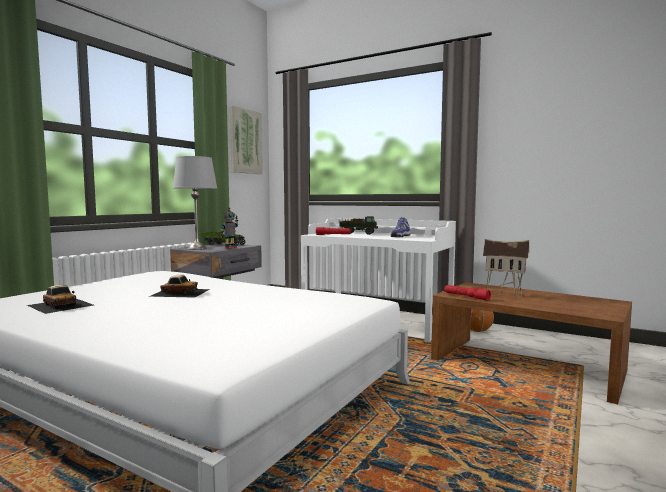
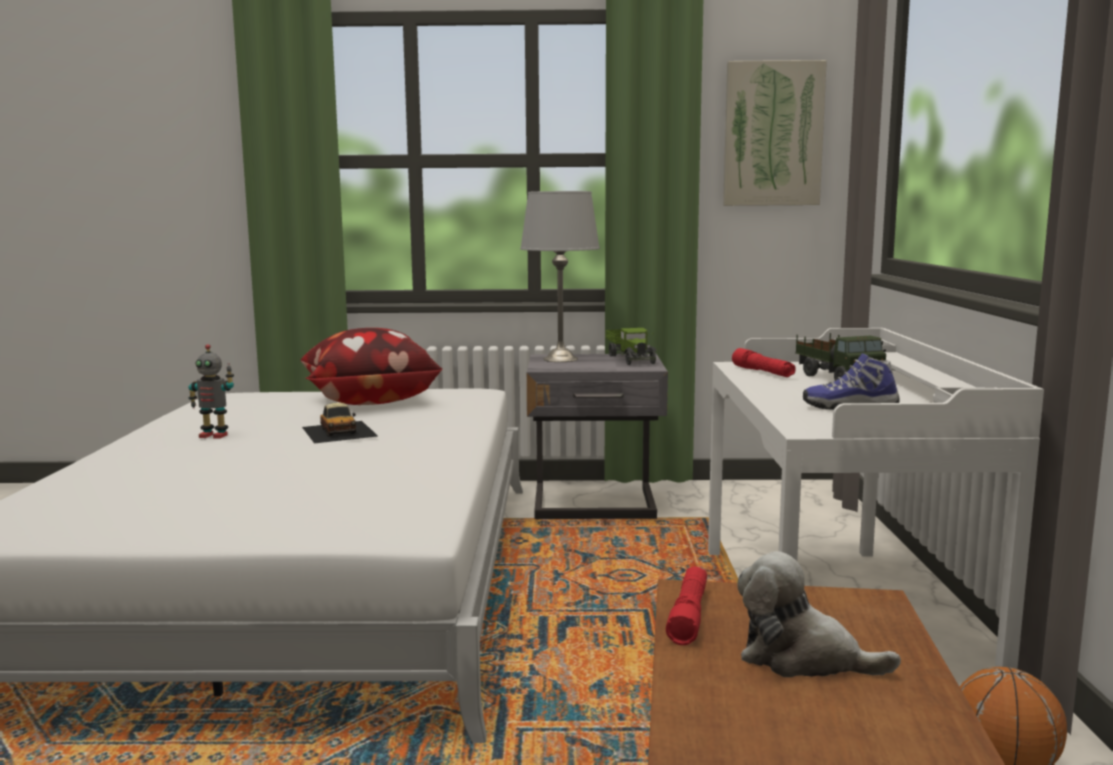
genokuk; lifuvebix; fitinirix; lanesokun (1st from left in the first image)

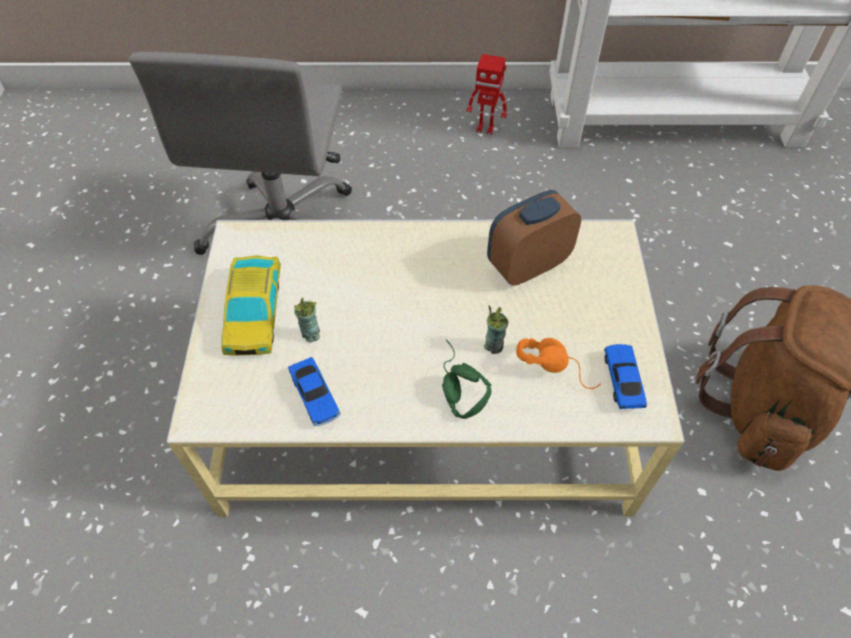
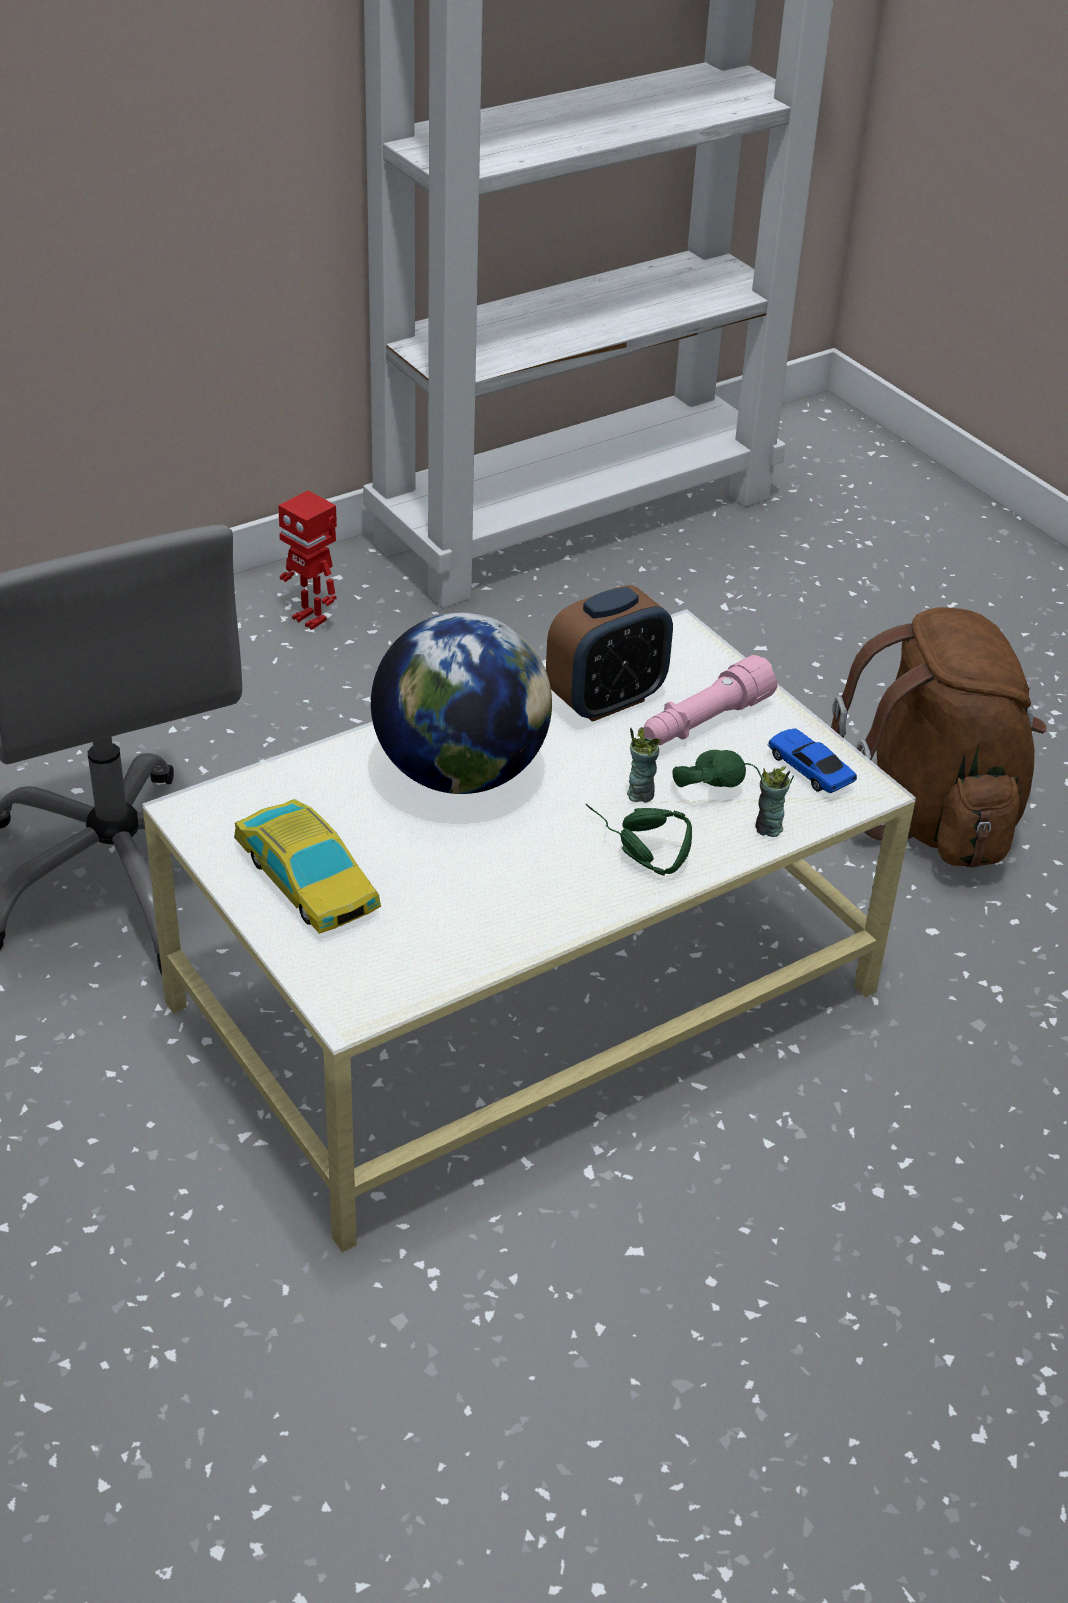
genokuk; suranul; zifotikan; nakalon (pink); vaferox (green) (2nd from left); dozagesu (2nd from left); lanesokun (2nd from left in the first image)

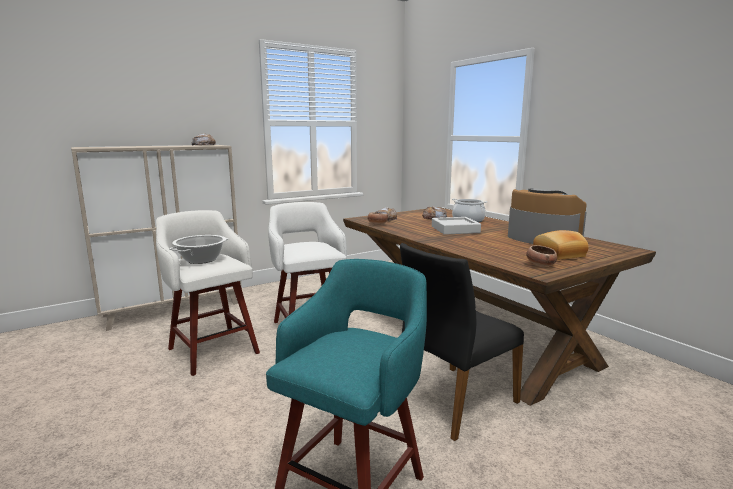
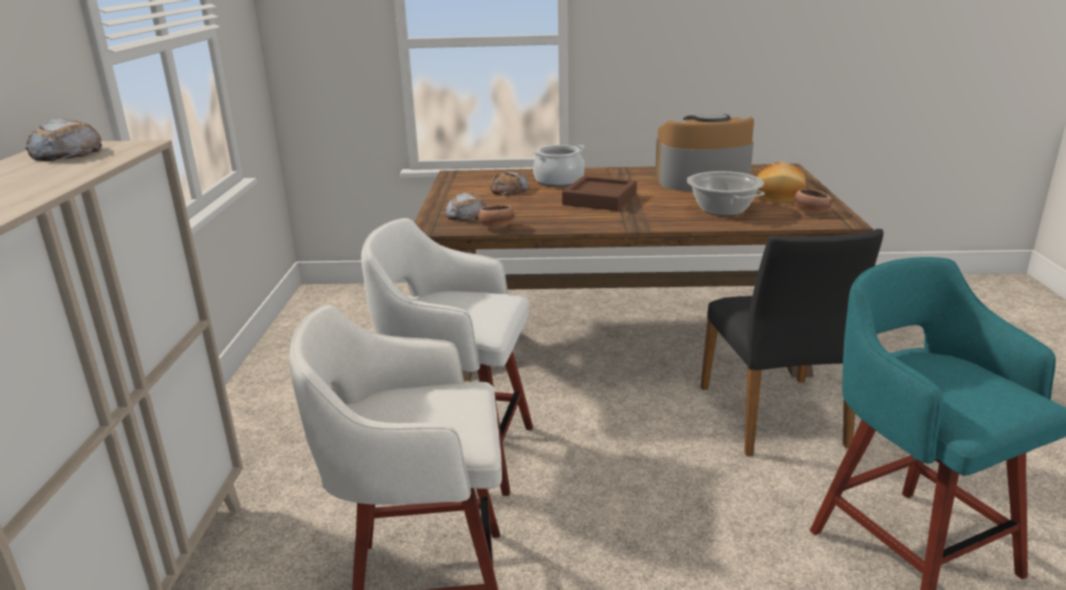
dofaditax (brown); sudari (2nd from left)

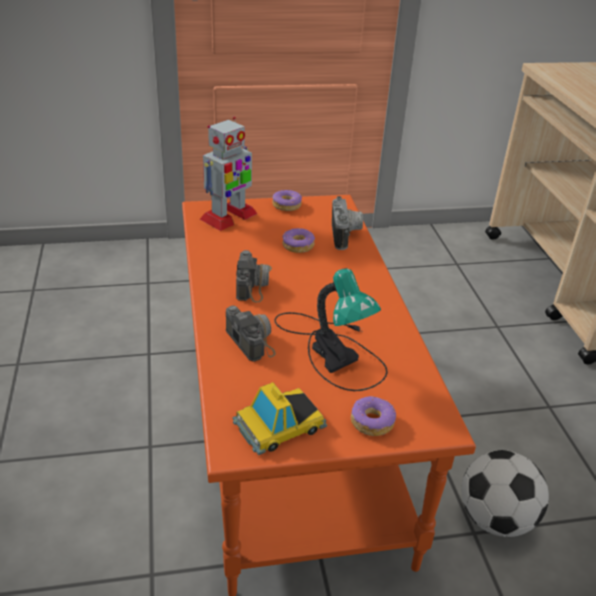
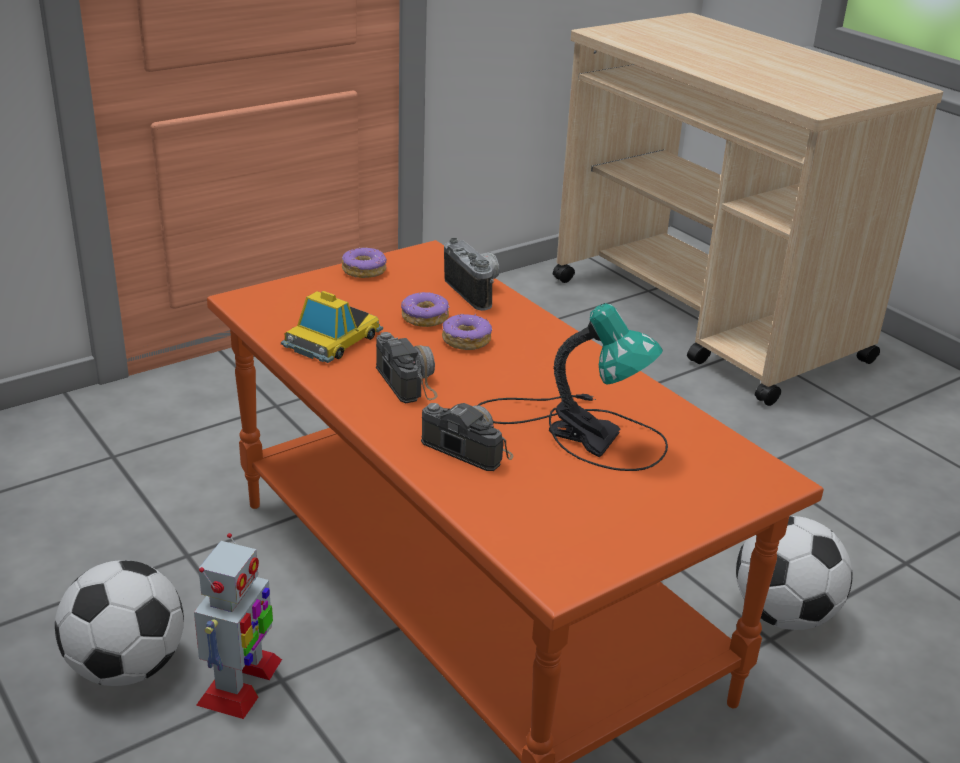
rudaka (1st from left); genokuk; lanesokun; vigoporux (3rd from left)

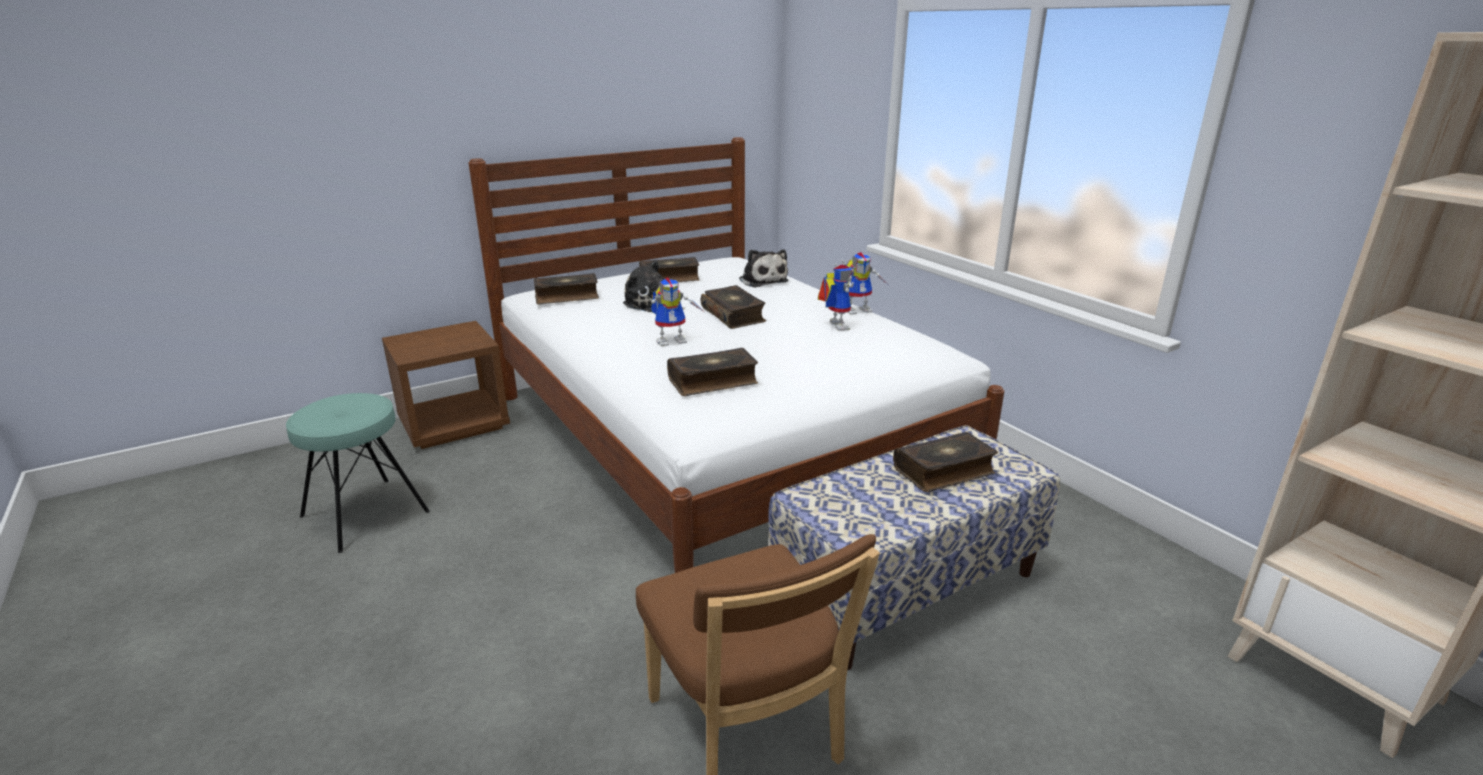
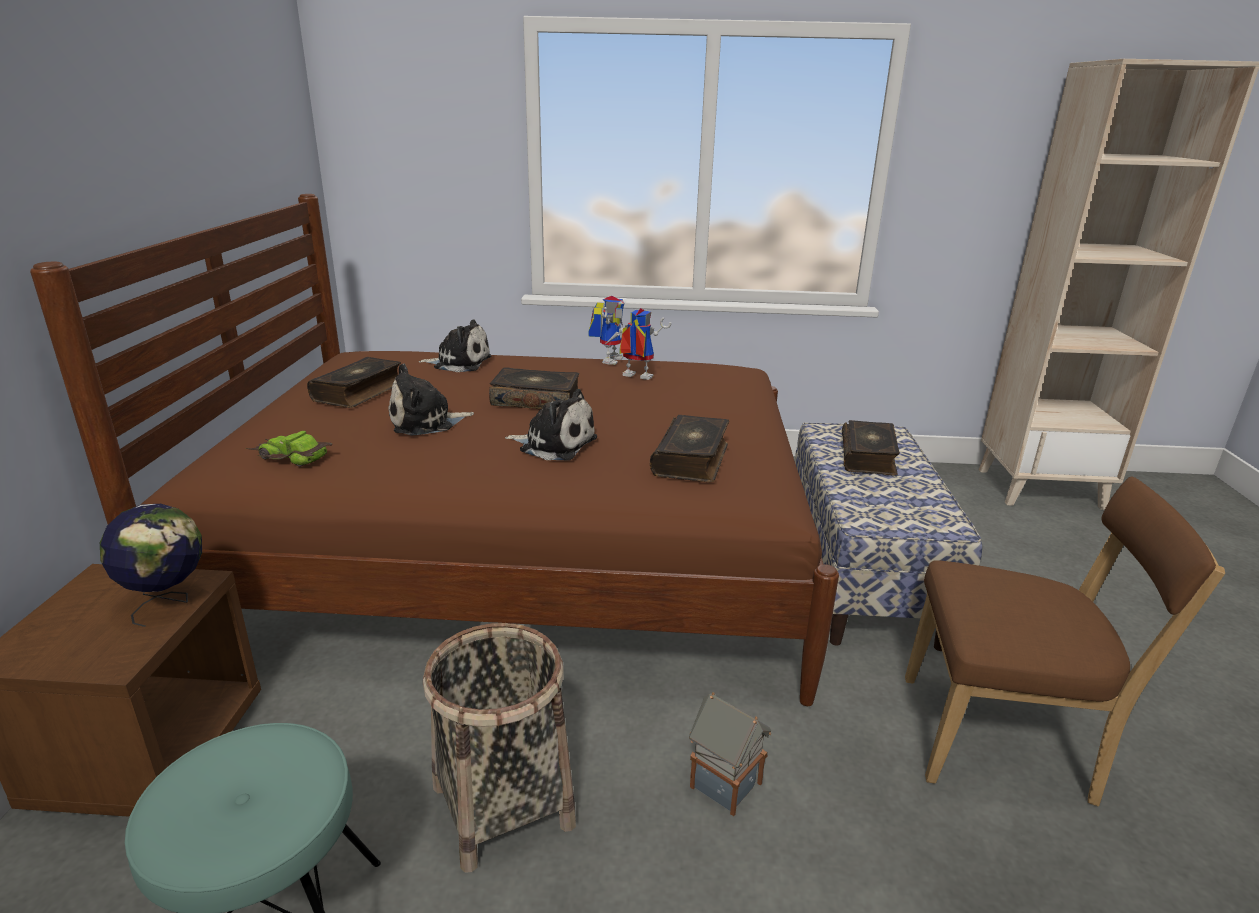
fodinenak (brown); suranul; lanesokun; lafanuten; fitinirix (3rd from left); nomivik

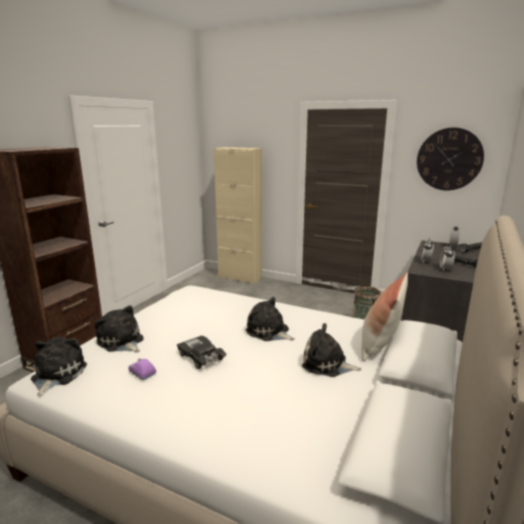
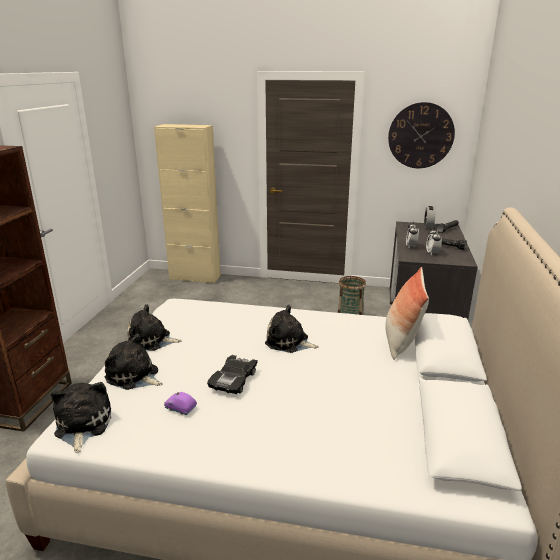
fitinirix (3rd from left); lanesokun (black)

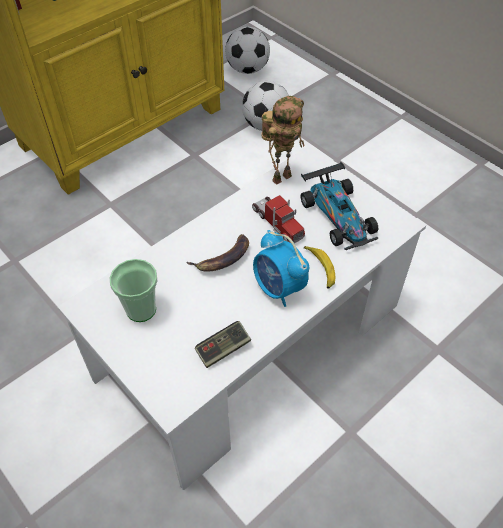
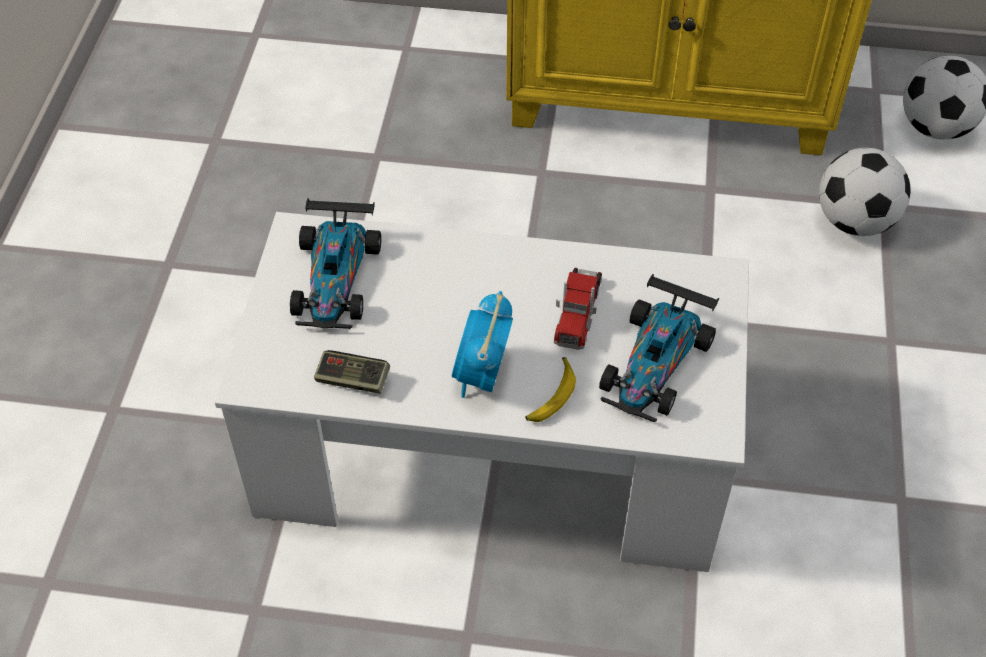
lanesokun (1st from left); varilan (1st from left in the first image); genokuk

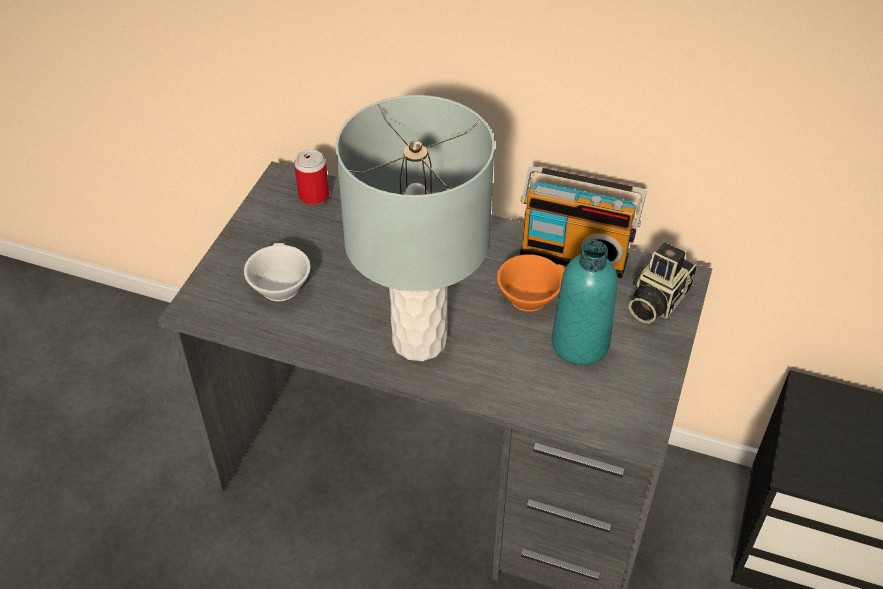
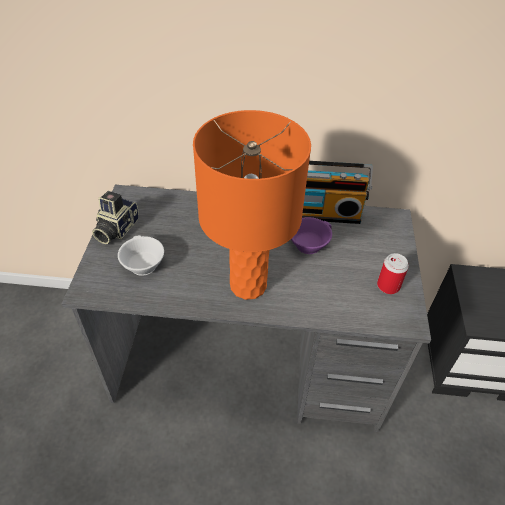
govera; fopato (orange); dozagesu (purple); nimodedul; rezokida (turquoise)

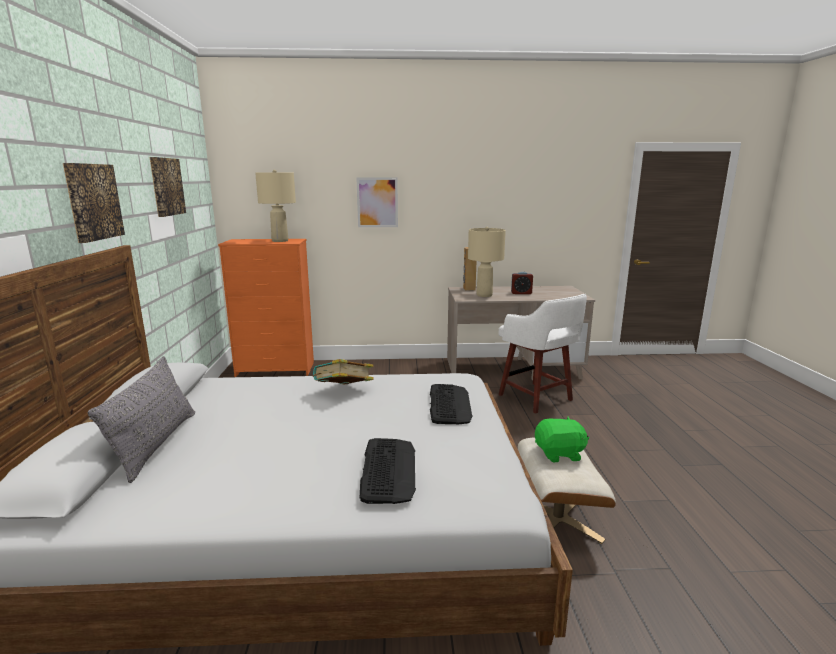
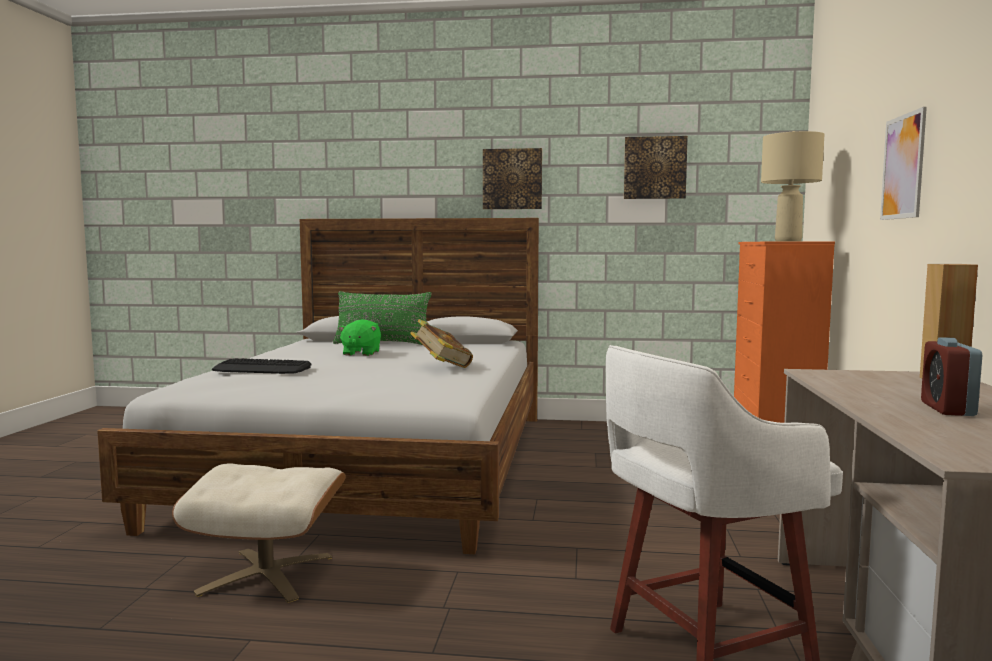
lifuvebix (green); fitinirix (green); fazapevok (2nd from left in the first image); fopato (beige) (2nd from left in the first image)

